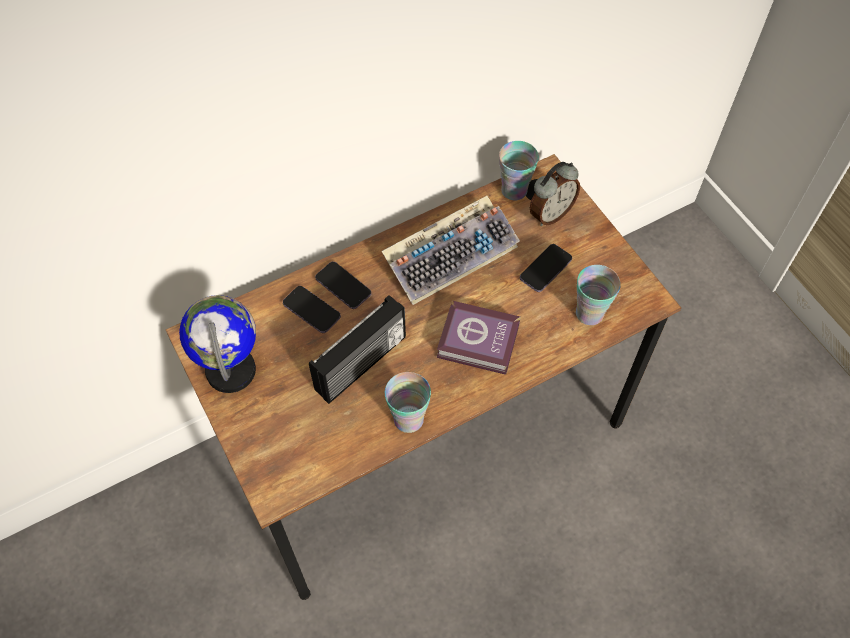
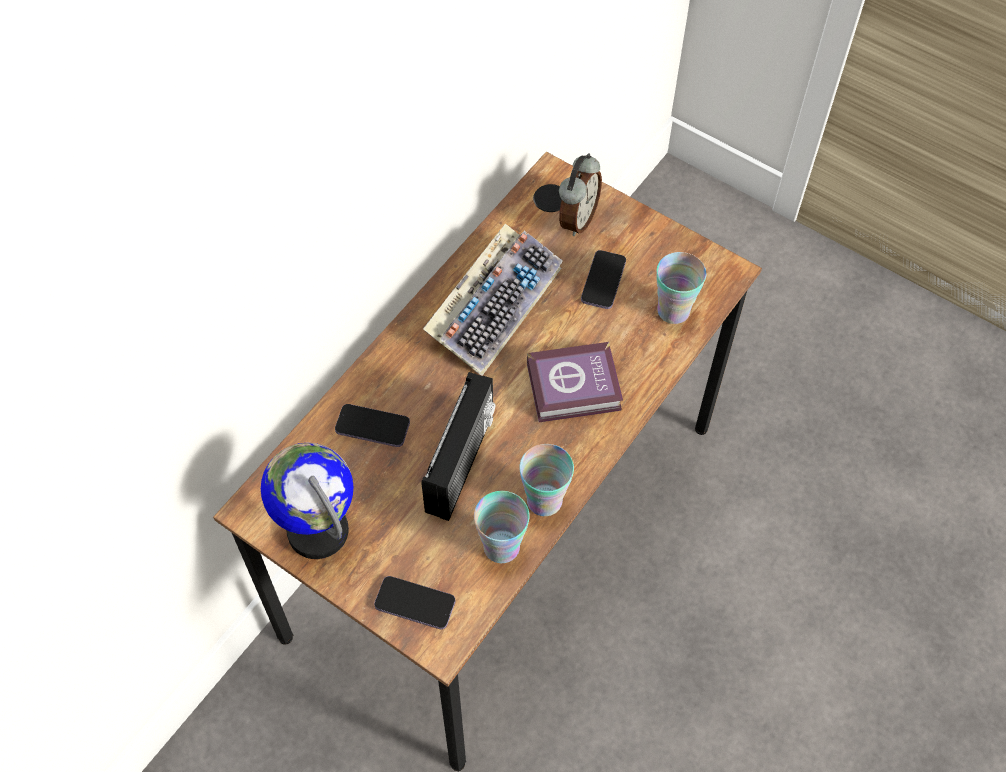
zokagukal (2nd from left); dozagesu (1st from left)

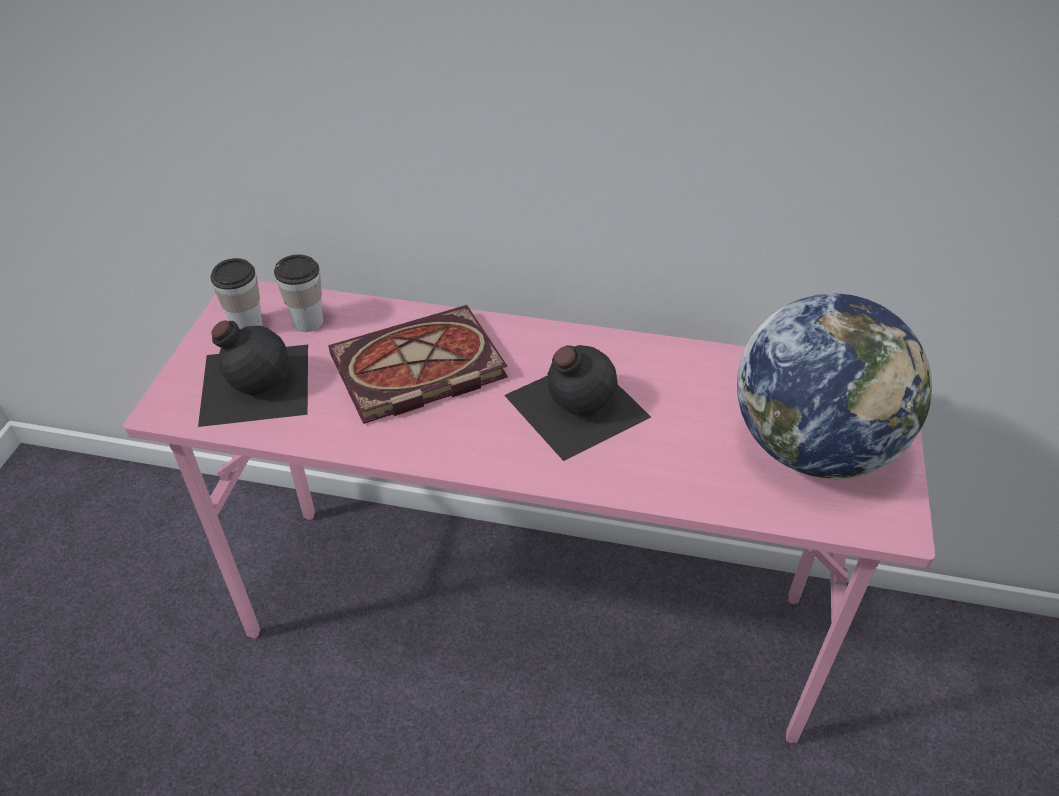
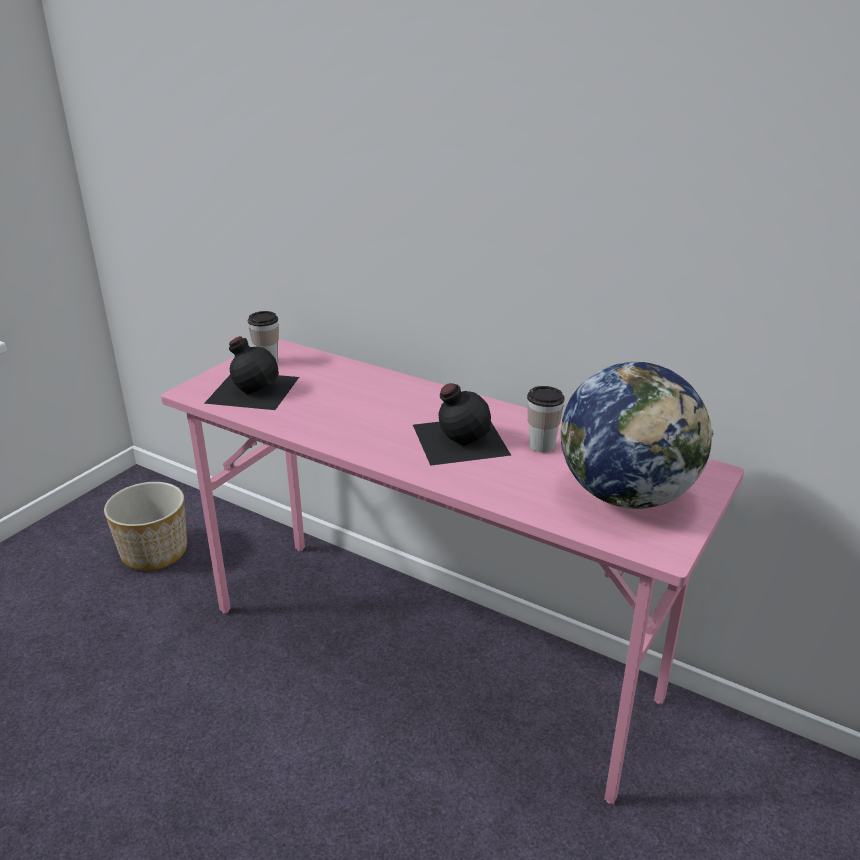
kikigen; dozagesu (2nd from left); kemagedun

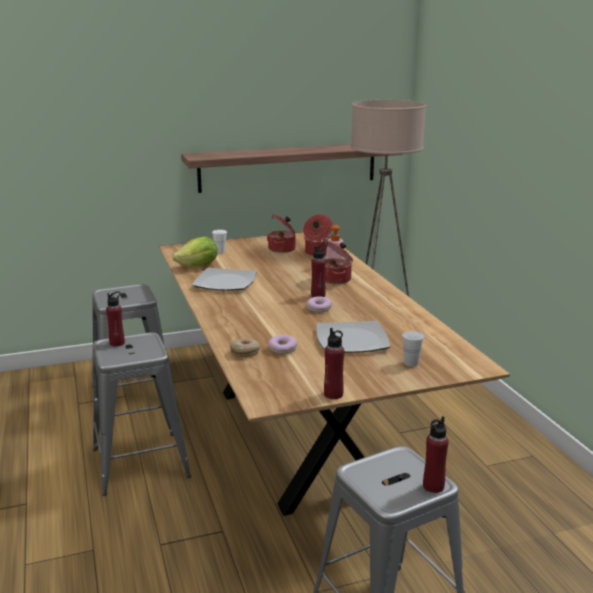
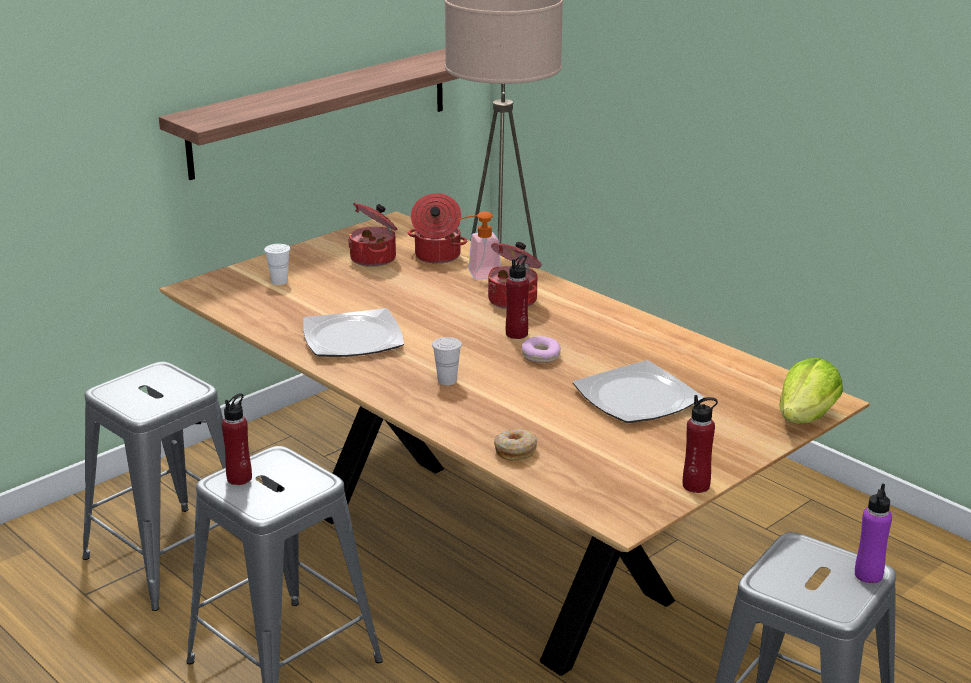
dozagesu (white) (2nd from left); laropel; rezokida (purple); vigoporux (2nd from left in the first image)

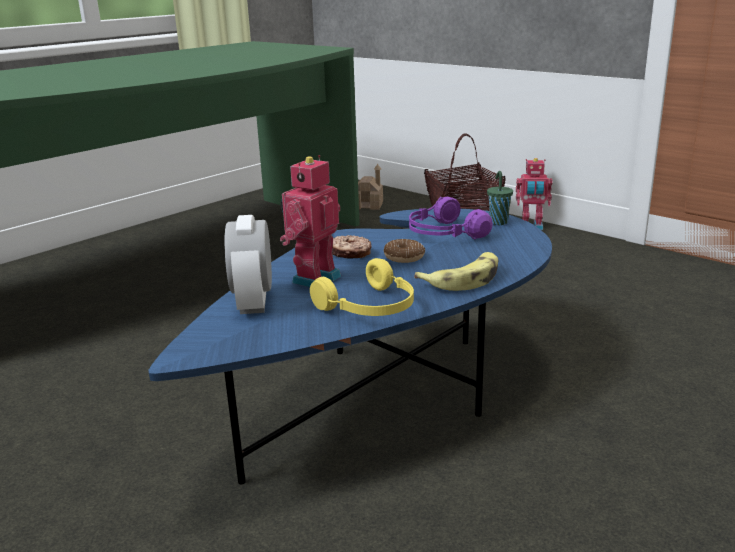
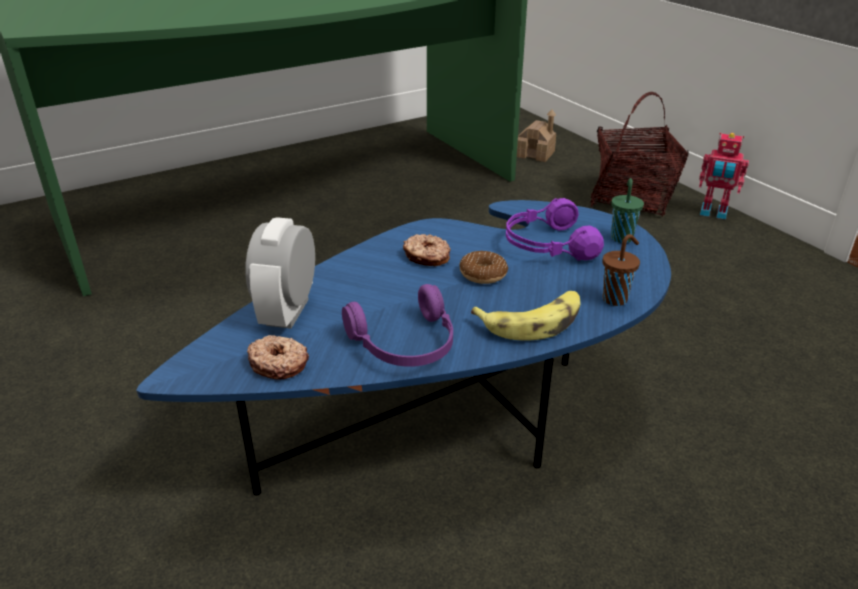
vigoporux (1st from left); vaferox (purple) (1st from left); dozagesu (brown); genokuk (1st from left in the first image)

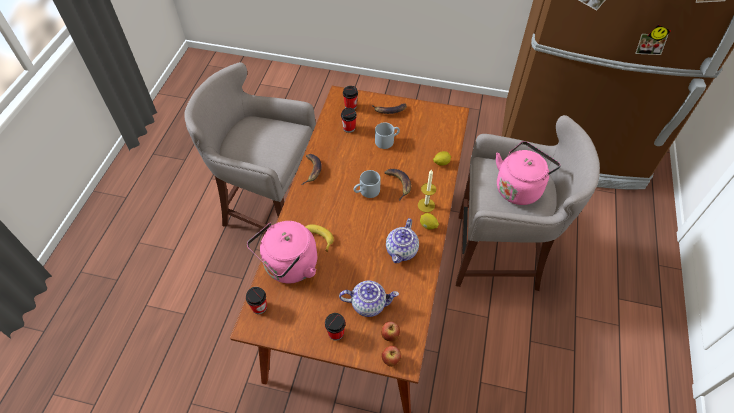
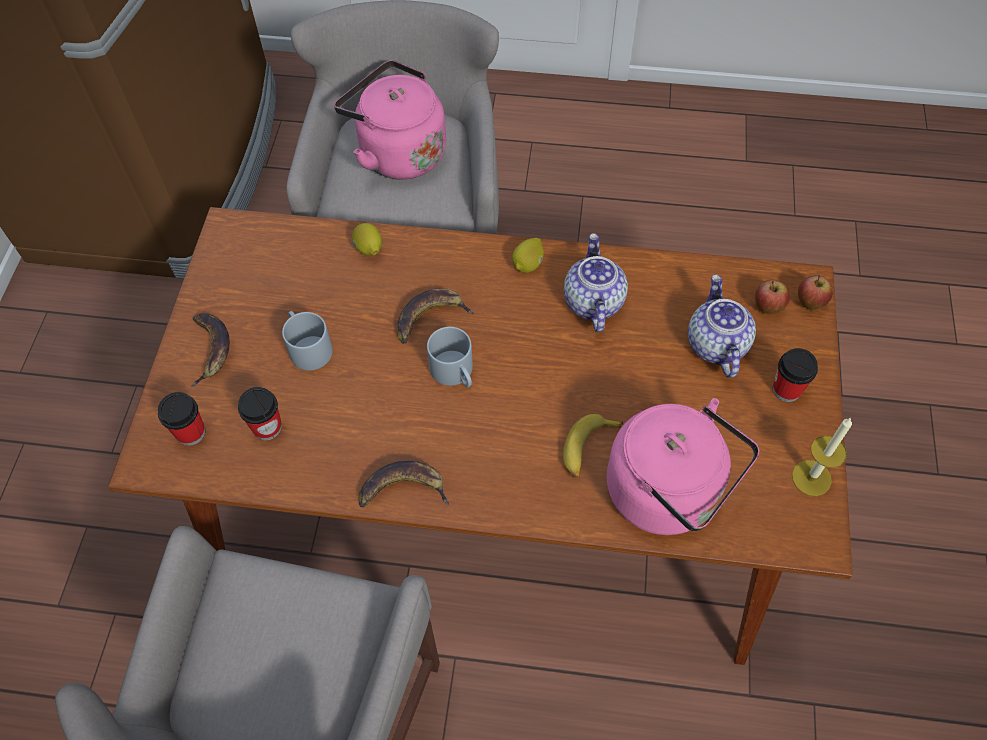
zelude (1st from left); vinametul; dozagesu (1st from left in the first image)

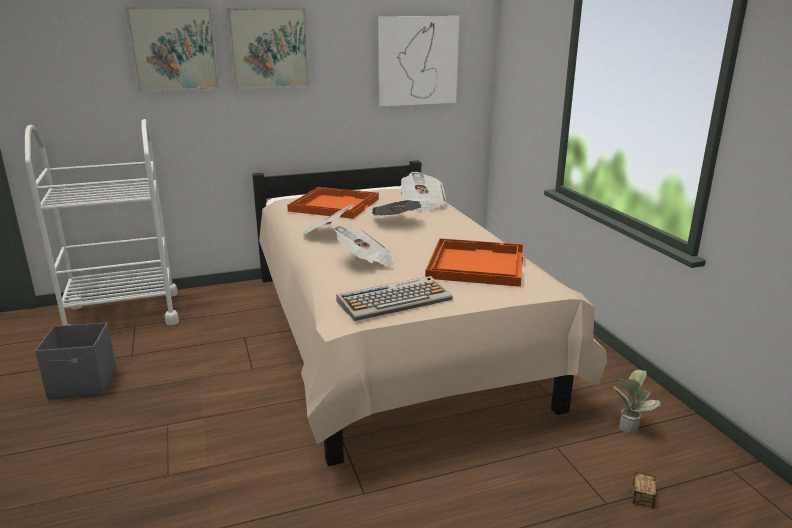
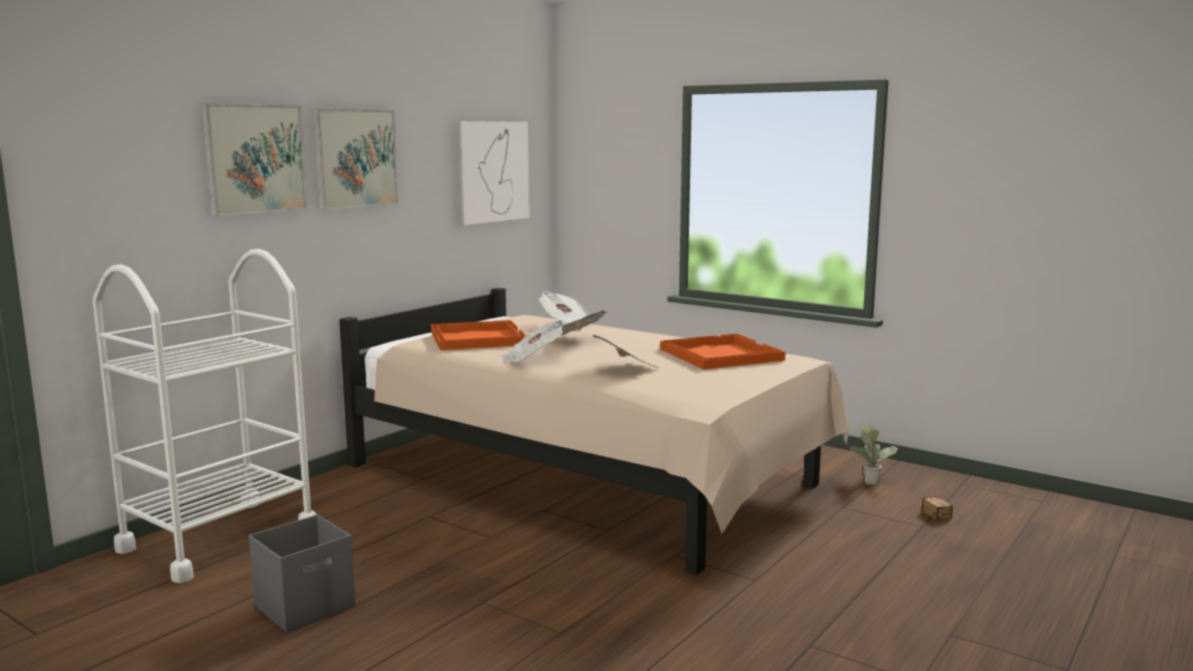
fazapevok

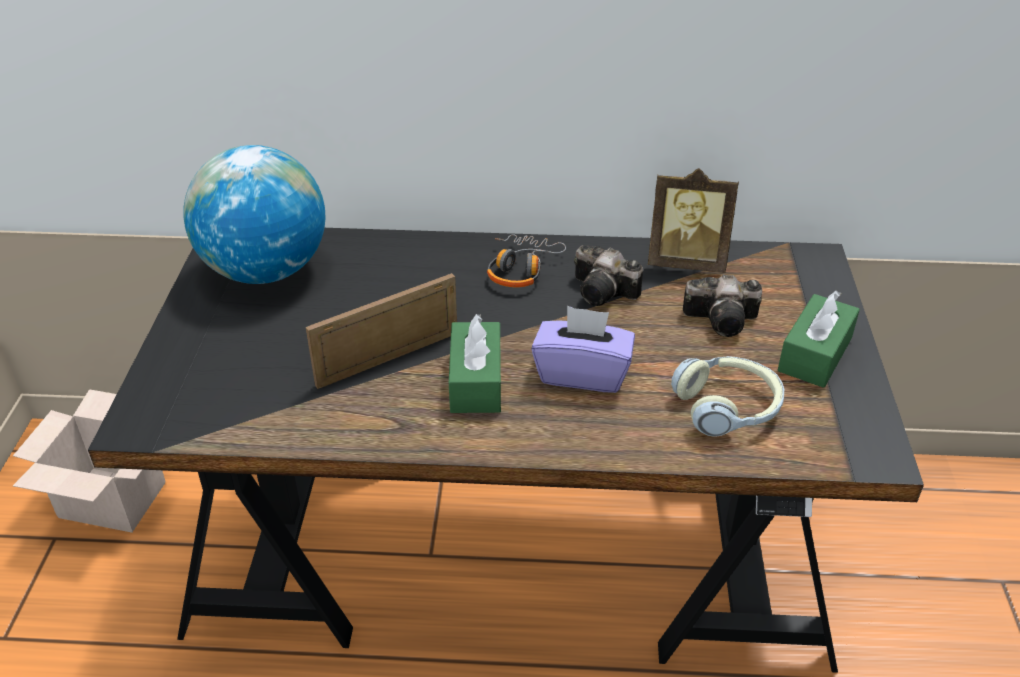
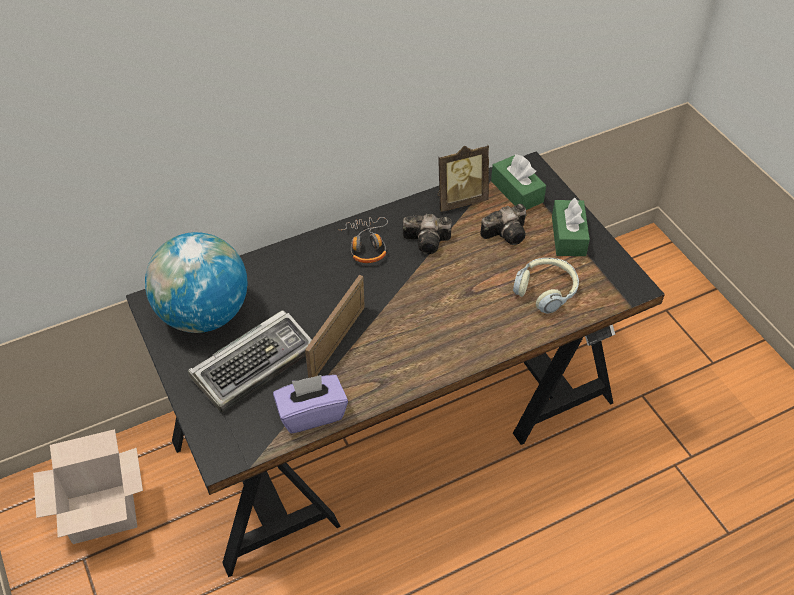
fazapevok; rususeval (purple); rususeval (green) (1st from left)

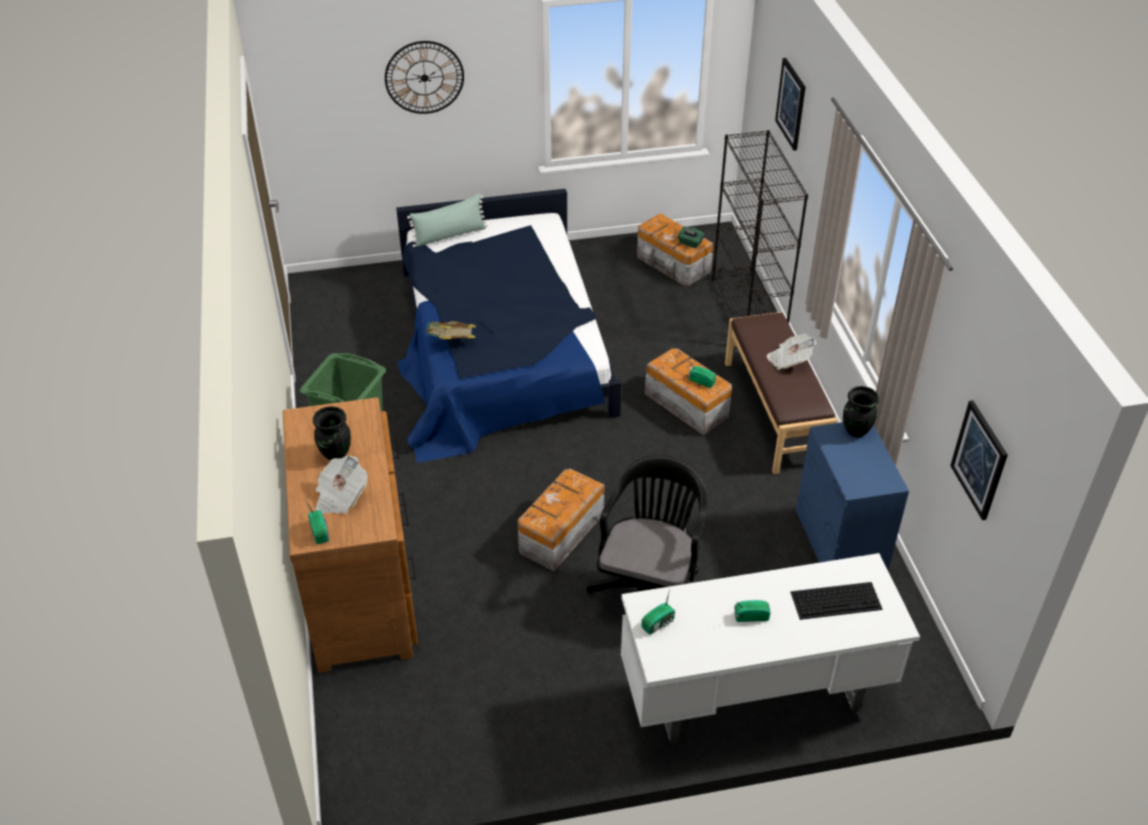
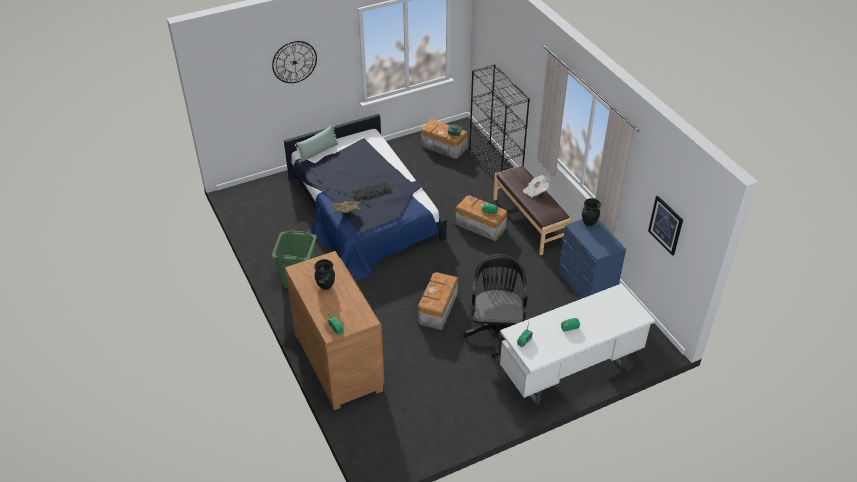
fazapevok; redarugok (1st from left in the first image); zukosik (1st from left in the first image)

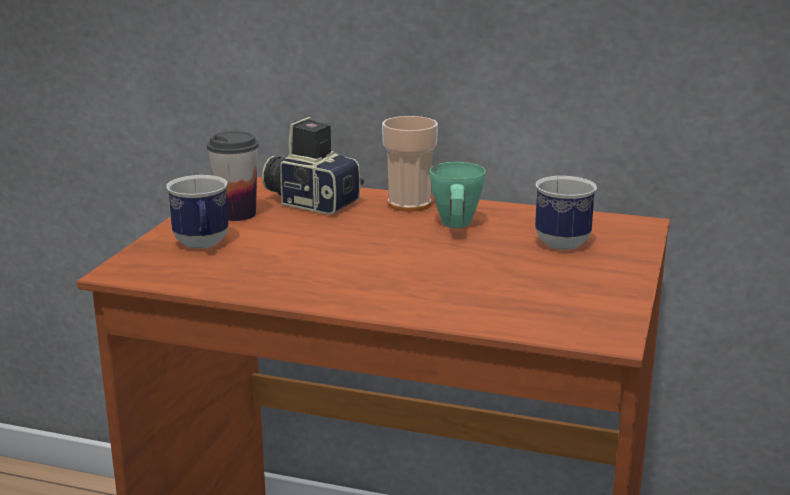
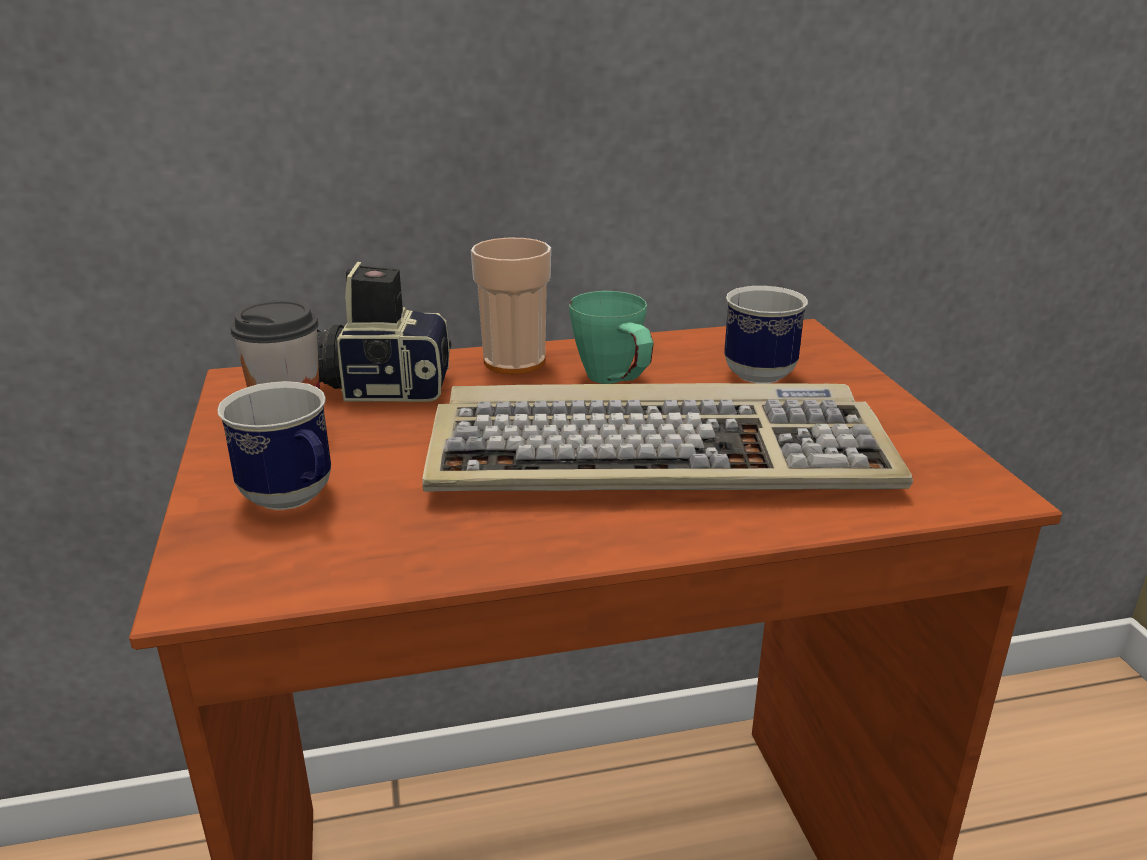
fazapevok

